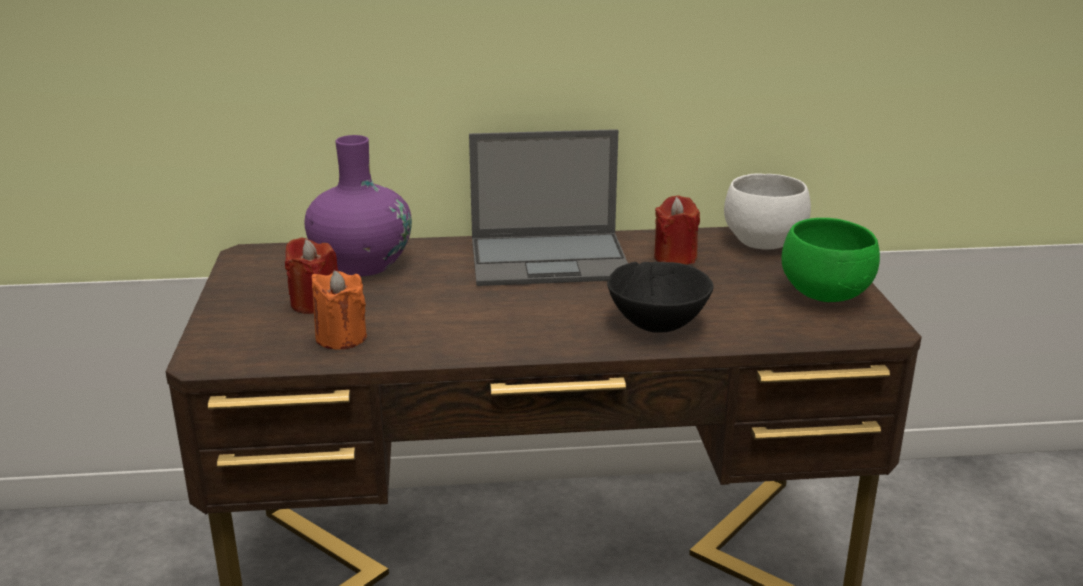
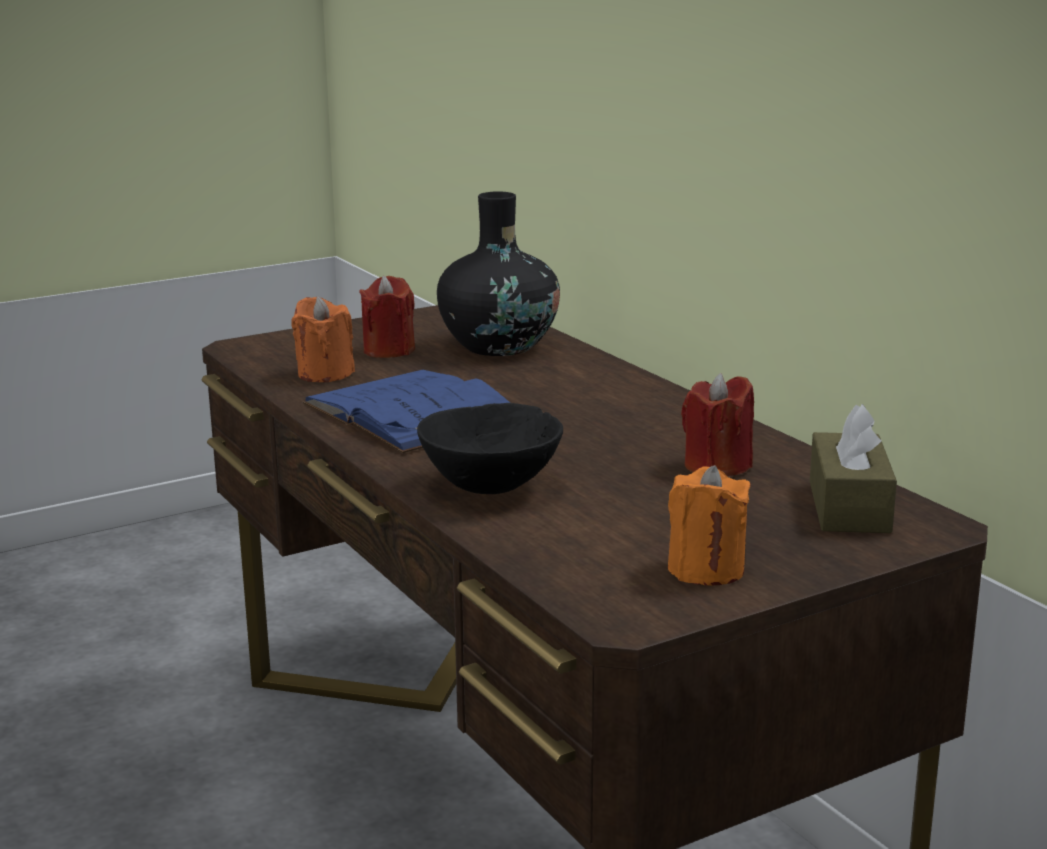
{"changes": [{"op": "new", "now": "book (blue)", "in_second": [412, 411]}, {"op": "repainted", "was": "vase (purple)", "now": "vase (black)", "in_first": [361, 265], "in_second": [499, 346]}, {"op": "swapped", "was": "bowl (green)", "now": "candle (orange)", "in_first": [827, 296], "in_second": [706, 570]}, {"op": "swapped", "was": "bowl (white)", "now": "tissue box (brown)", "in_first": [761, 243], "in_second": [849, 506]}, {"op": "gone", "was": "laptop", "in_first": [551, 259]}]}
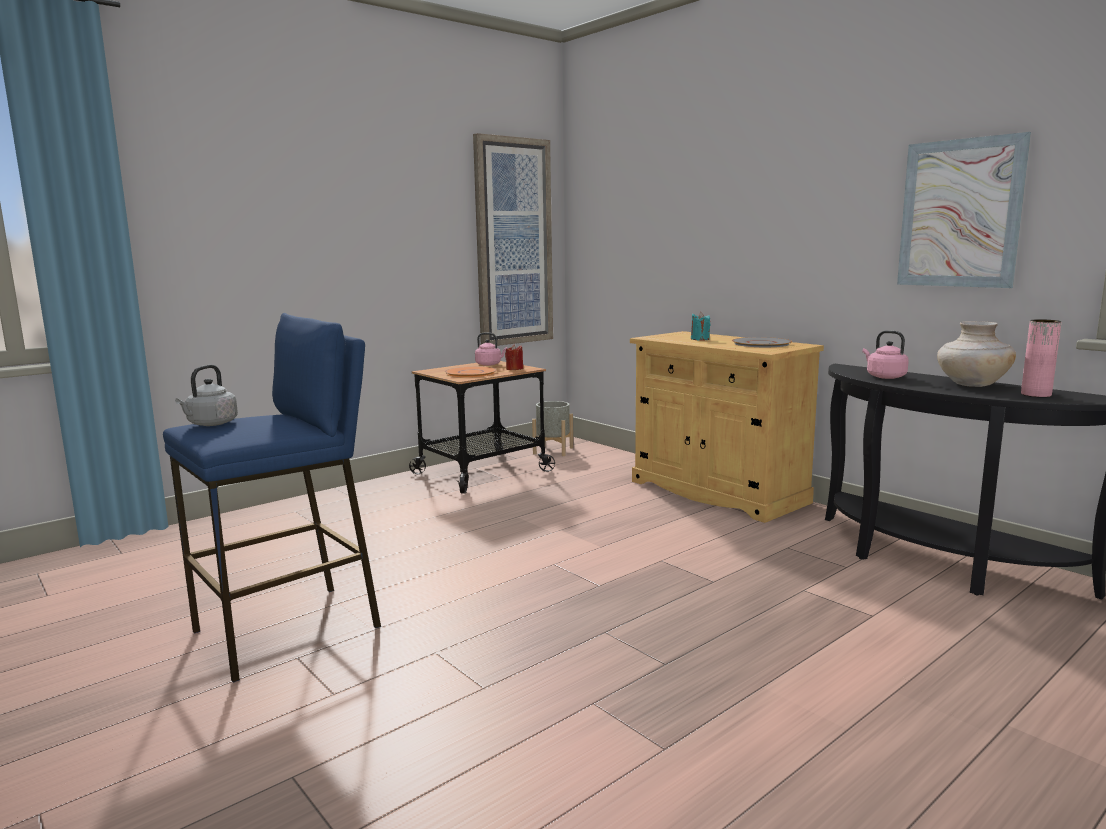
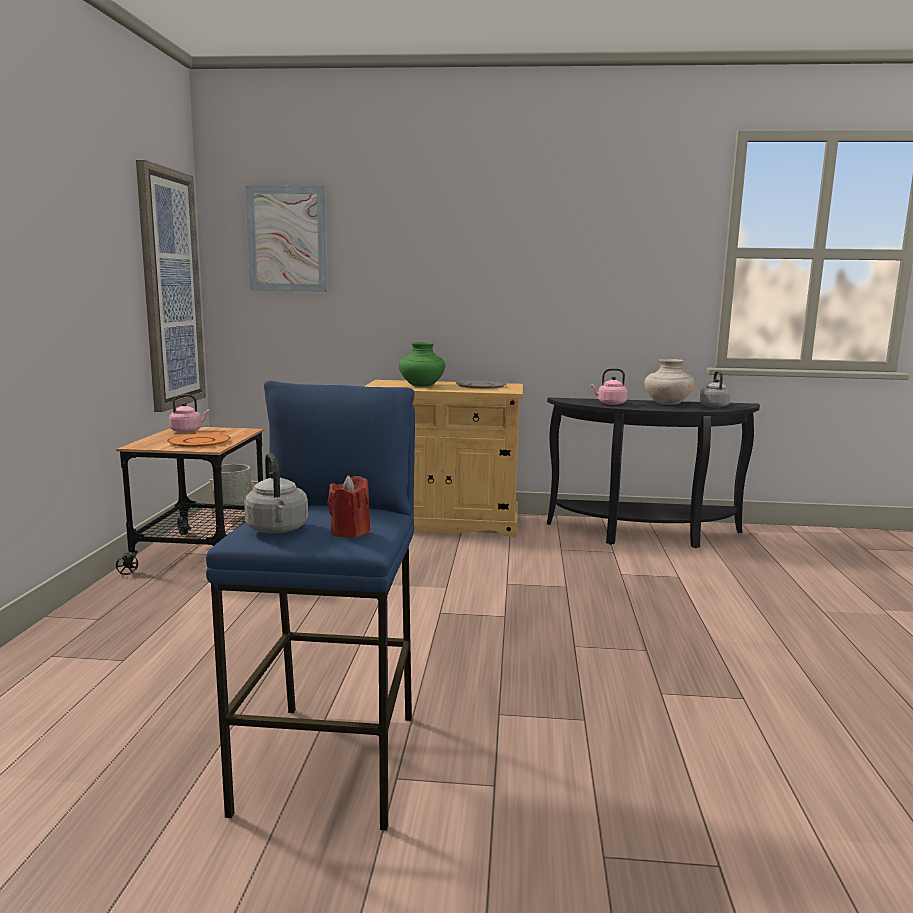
{"changes": [{"op": "shifted", "was": "picture", "in_first": [960, 213], "in_second": [287, 239]}, {"op": "shifted", "was": "candle (red)", "in_first": [514, 369], "in_second": [350, 532]}, {"op": "swapped", "was": "candle (turquoise)", "now": "vase (green)", "in_first": [700, 339], "in_second": [421, 385]}, {"op": "swapped", "was": "vase (pink)", "now": "kettle (grey)", "in_first": [1036, 395], "in_second": [713, 406]}]}
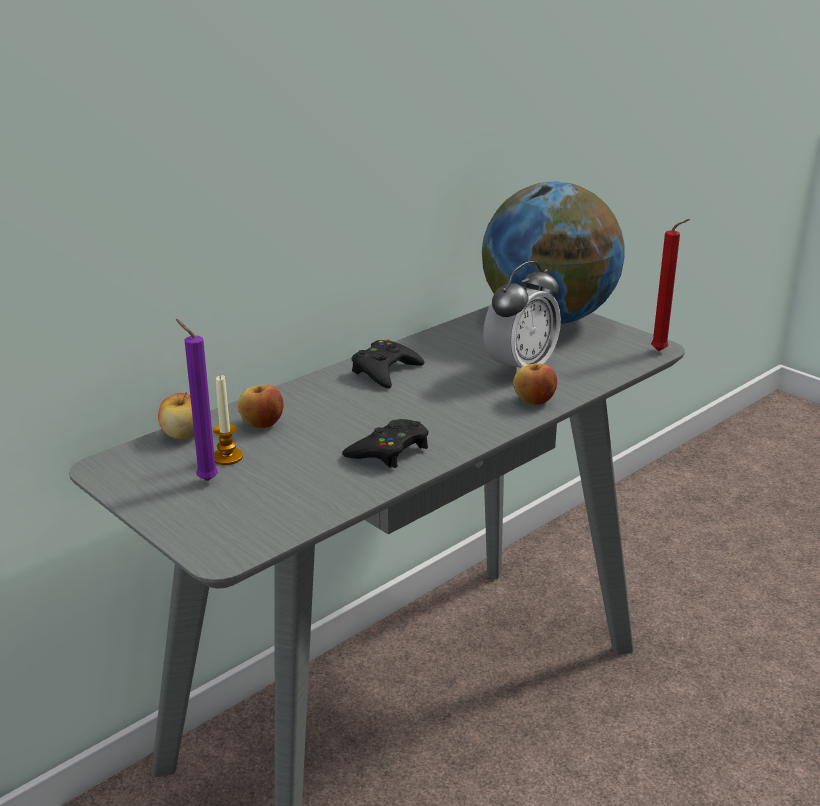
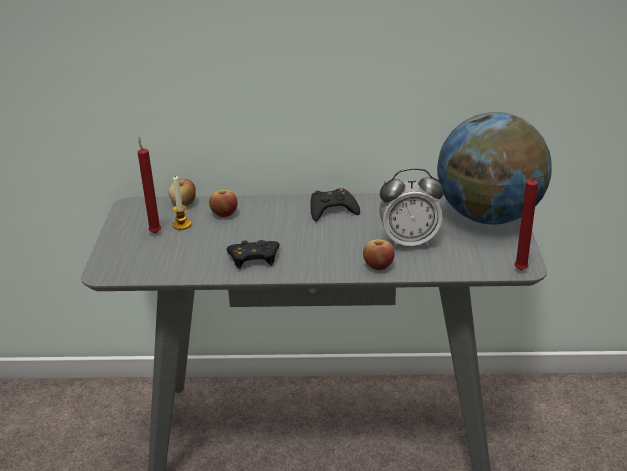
{"changes": [{"op": "repainted", "was": "candle (purple)", "now": "candle (red)", "in_first": [205, 479], "in_second": [155, 232]}]}
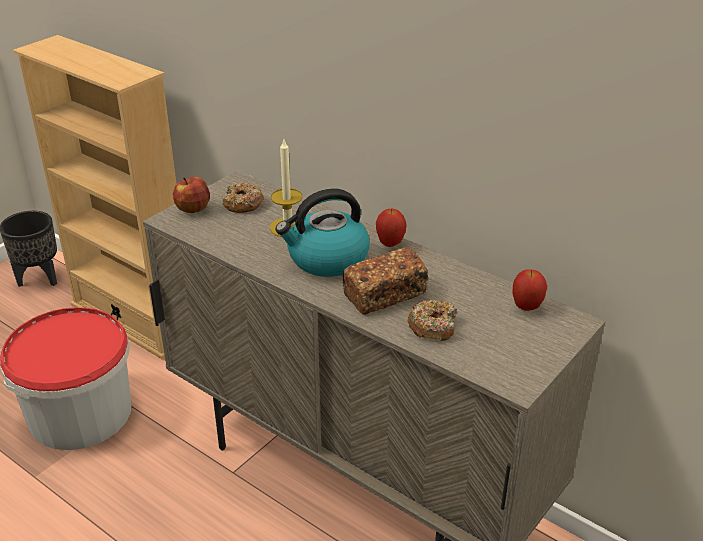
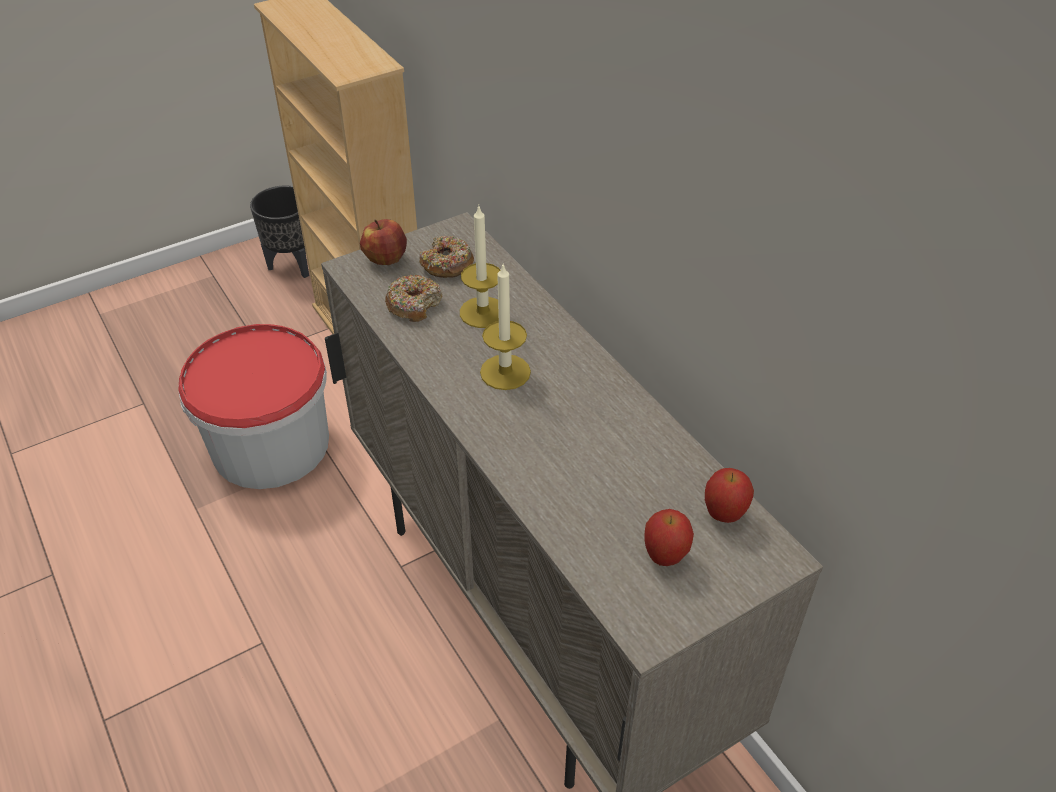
{"changes": [{"op": "shifted", "was": "donut", "in_first": [433, 326], "in_second": [414, 305]}, {"op": "swapped", "was": "kettle", "now": "candle", "in_first": [327, 259], "in_second": [505, 372]}, {"op": "shifted", "was": "apple", "in_first": [390, 244], "in_second": [665, 556]}, {"op": "gone", "was": "bread", "in_first": [384, 295]}]}
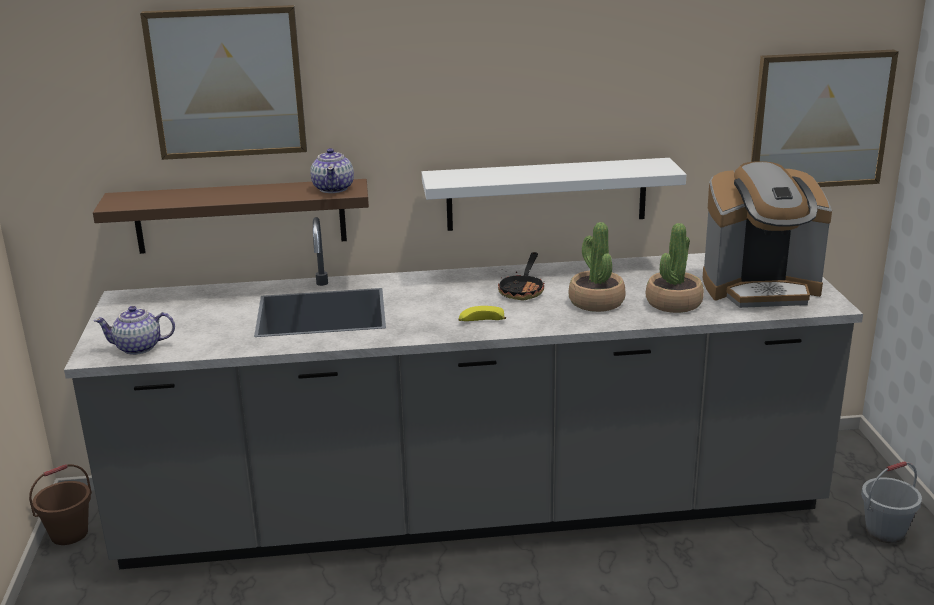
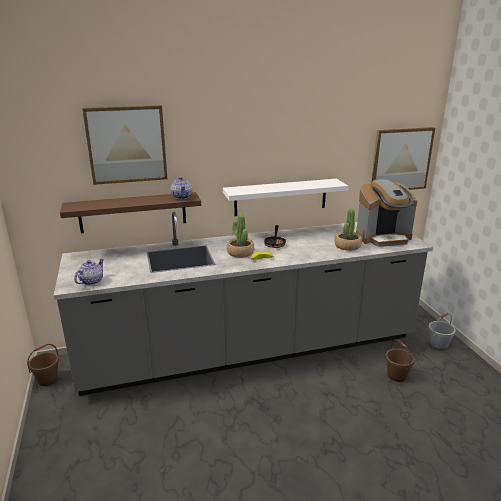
{"changes": [{"op": "rotated", "was": "teapot", "in_first": [139, 347], "in_second": [91, 281], "clockwise": 135}, {"op": "shifted", "was": "potted plant", "in_first": [596, 302], "in_second": [240, 253]}, {"op": "new", "now": "bucket (brown)", "in_second": [397, 375]}]}
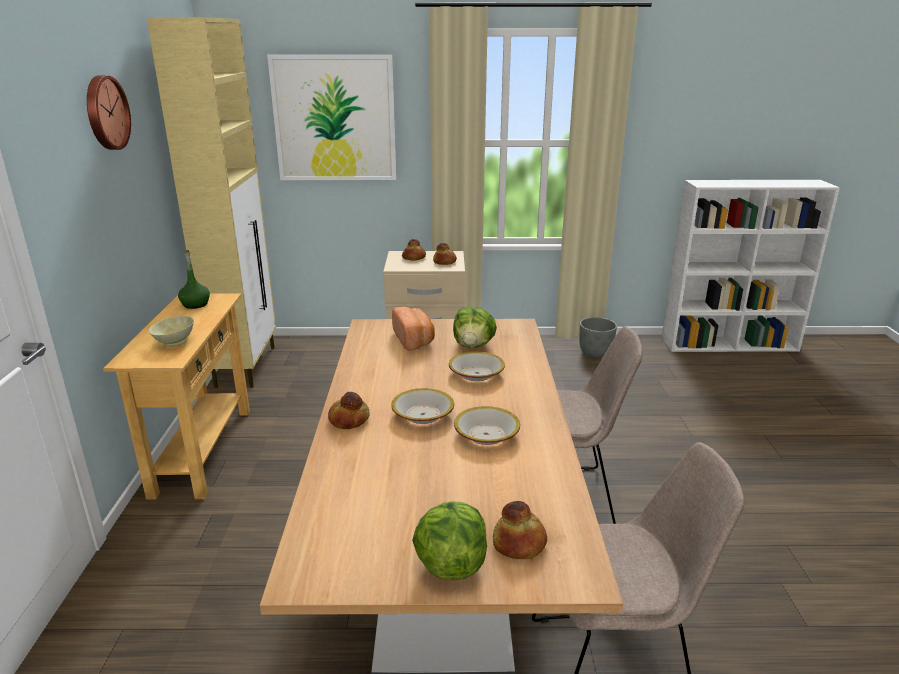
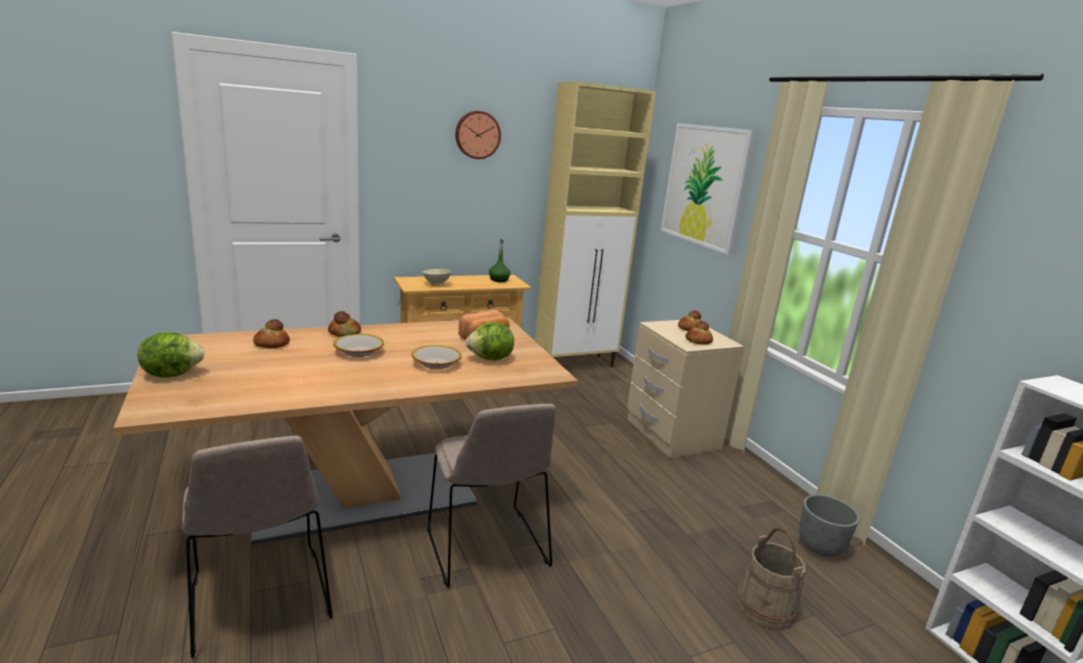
{"changes": [{"op": "shifted", "was": "bread", "in_first": [520, 543], "in_second": [271, 344]}, {"op": "new", "now": "bucket (beige)", "in_second": [765, 608]}, {"op": "gone", "was": "bowl", "in_first": [486, 434]}]}
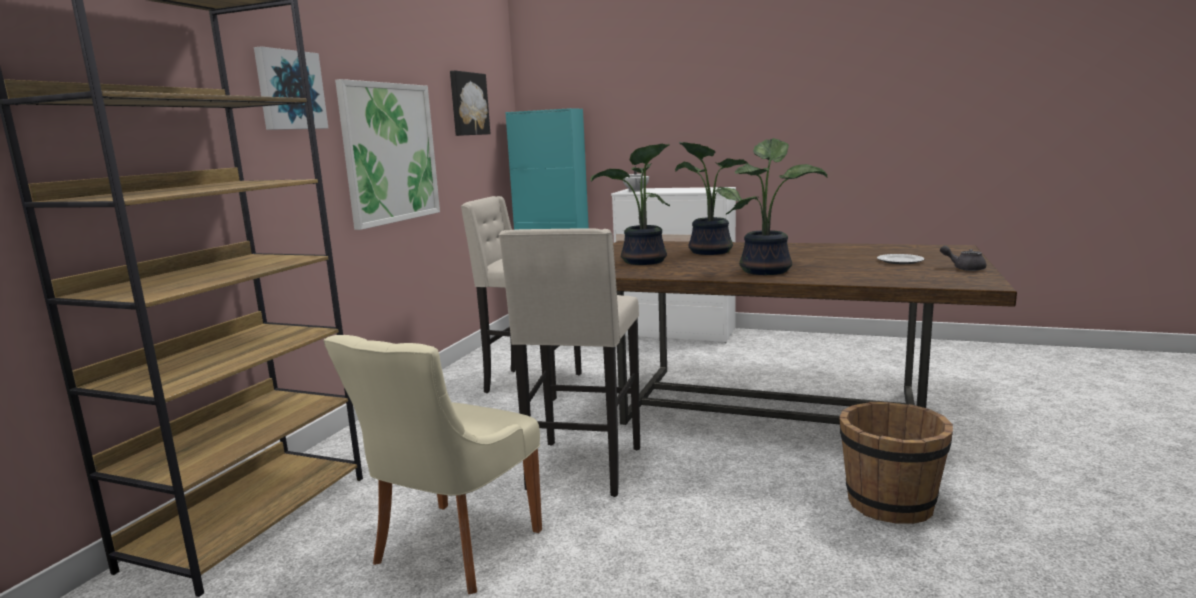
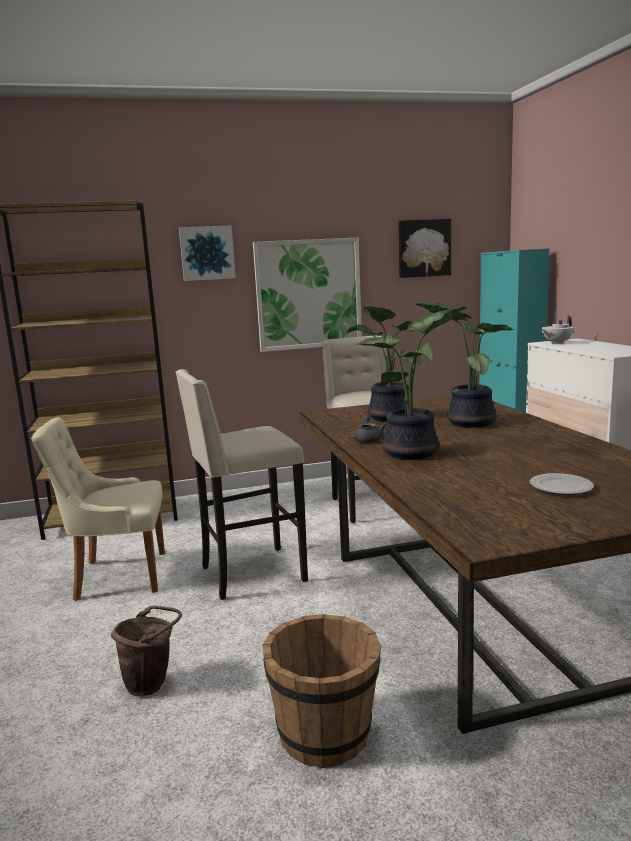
{"changes": [{"op": "new", "now": "bucket (brown)", "in_second": [152, 683]}, {"op": "shifted", "was": "teapot (grey)", "in_first": [964, 268], "in_second": [368, 439]}]}
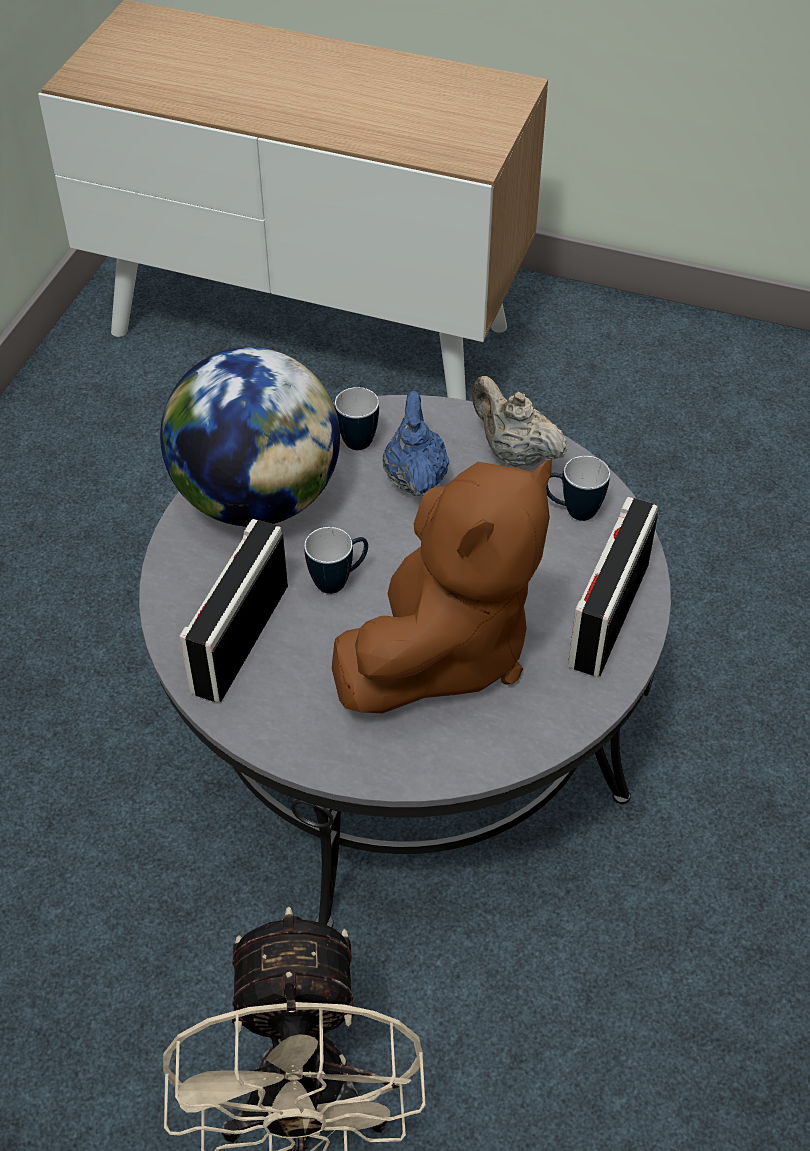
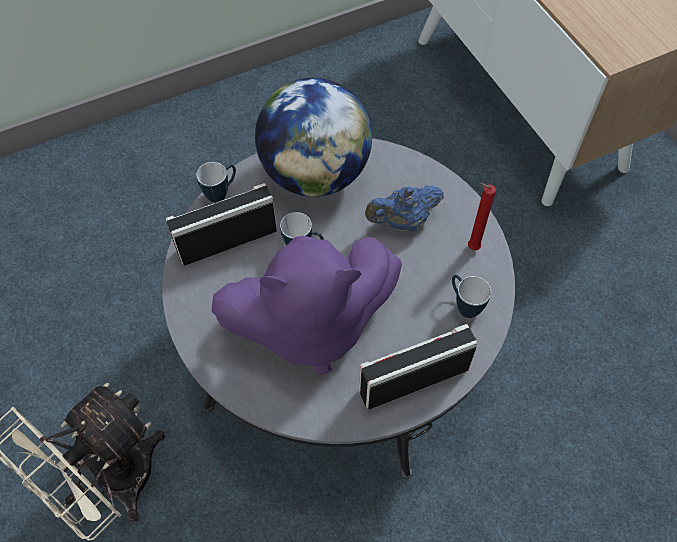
{"changes": [{"op": "shifted", "was": "mug", "in_first": [358, 436], "in_second": [221, 193]}, {"op": "repainted", "was": "plush toy (brown)", "now": "plush toy (purple)", "in_first": [443, 649], "in_second": [310, 325]}, {"op": "rotated", "was": "teapot (blue)", "in_first": [415, 478], "in_second": [403, 221], "clockwise": -150}, {"op": "swapped", "was": "teapot (beige)", "now": "candle (red)", "in_first": [514, 453], "in_second": [471, 247]}]}
